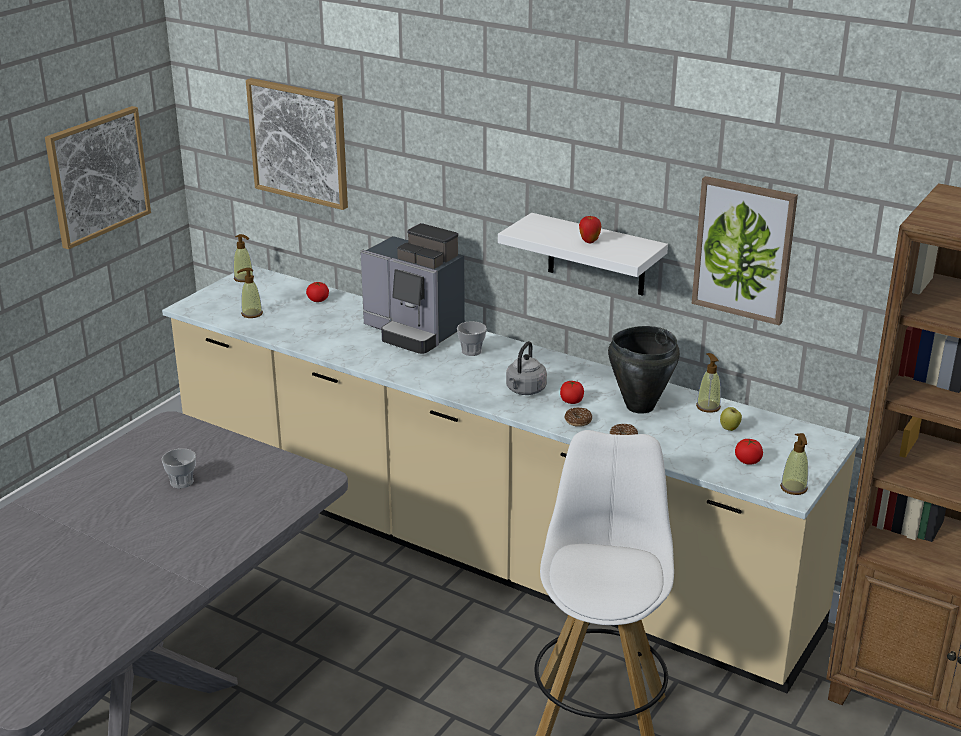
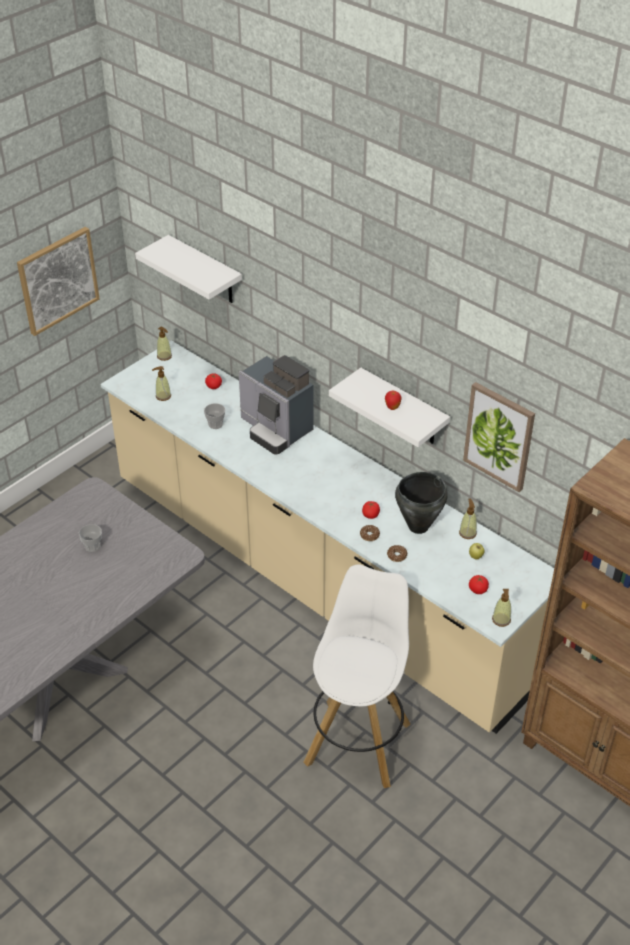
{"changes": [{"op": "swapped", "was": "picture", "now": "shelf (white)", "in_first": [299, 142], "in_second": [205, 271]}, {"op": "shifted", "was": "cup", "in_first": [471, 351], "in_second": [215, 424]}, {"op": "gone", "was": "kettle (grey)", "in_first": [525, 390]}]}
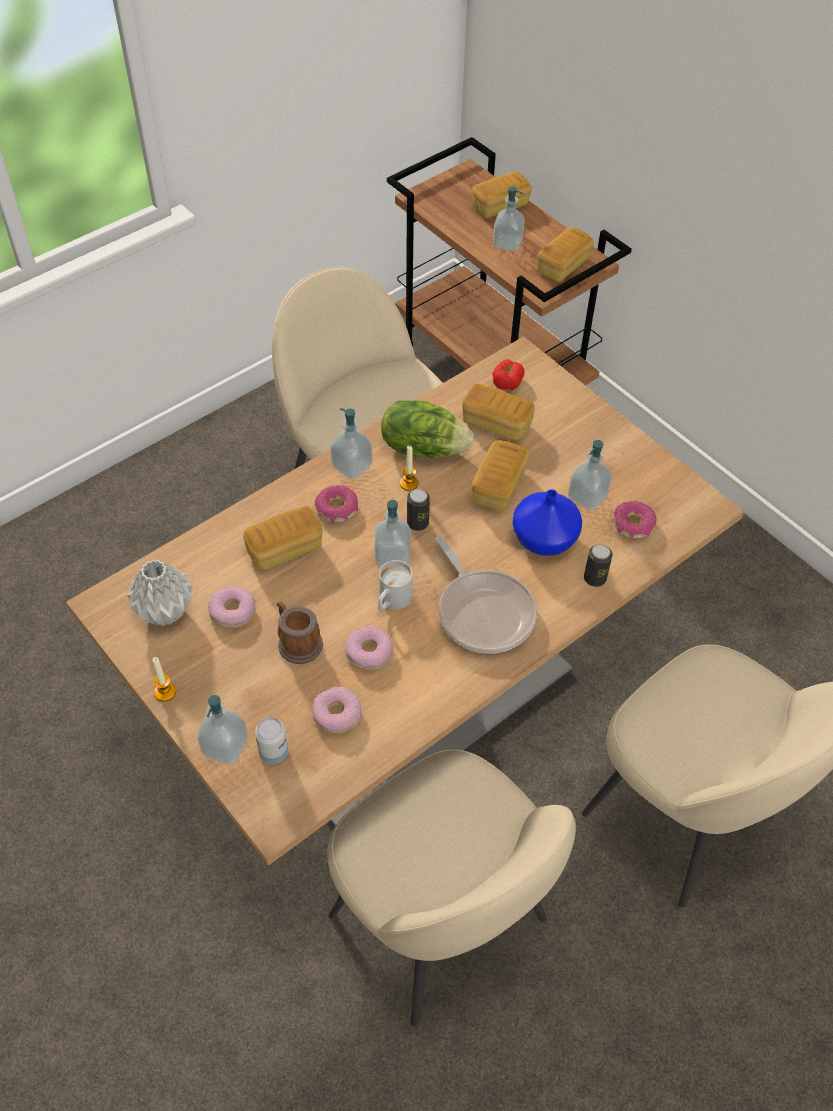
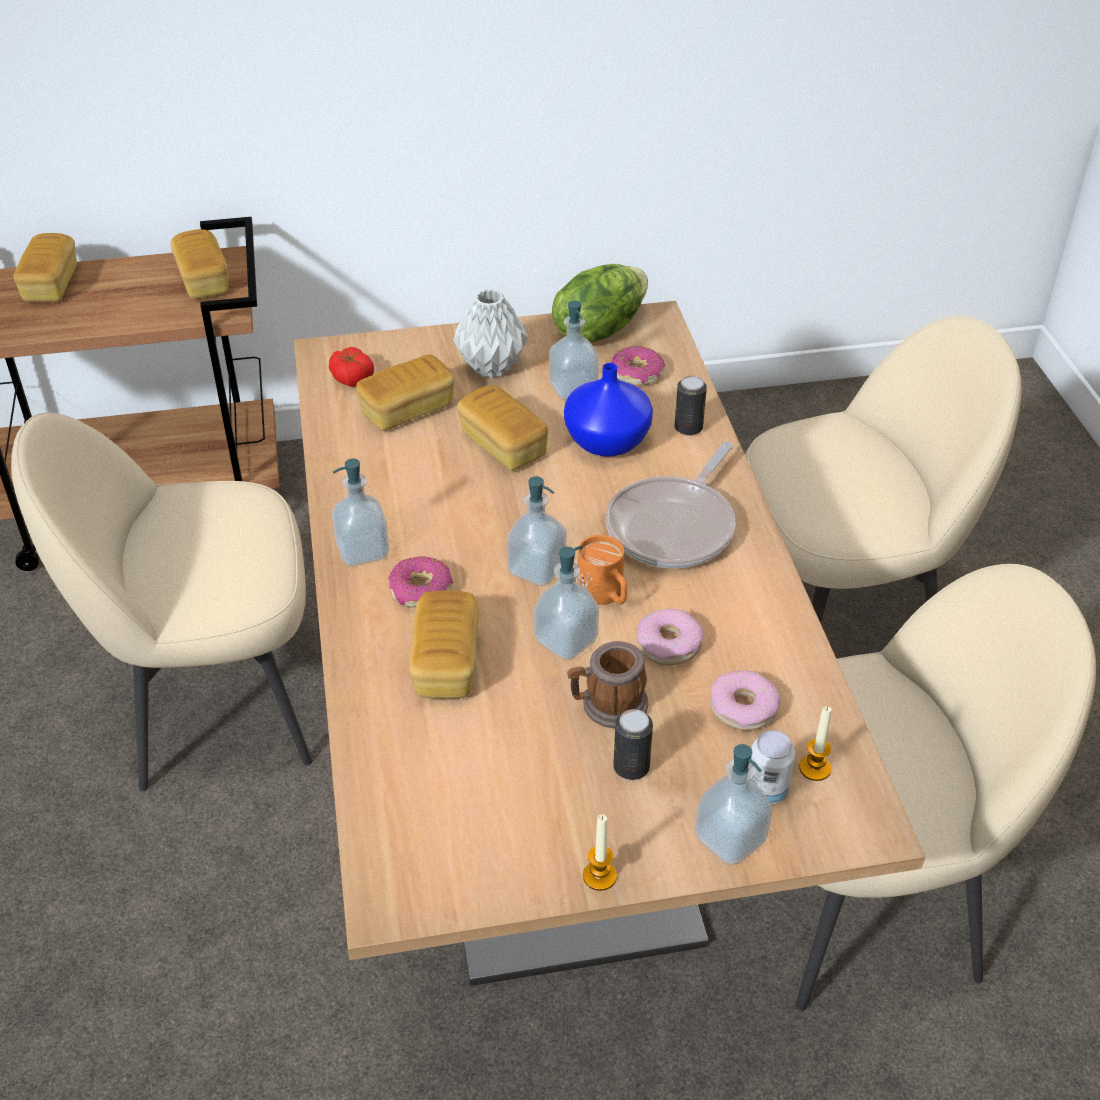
{"changes": [{"op": "shifted", "was": "vase (grey)", "in_first": [164, 611], "in_second": [490, 367]}, {"op": "shifted", "was": "soap dispenser", "in_first": [507, 243], "in_second": [566, 640]}, {"op": "shifted", "was": "lettuce", "in_first": [423, 447], "in_second": [599, 329]}, {"op": "repainted", "was": "mug (white)", "now": "mug (orange)", "in_first": [391, 601], "in_second": [605, 596]}, {"op": "rotated", "was": "frying pan", "in_first": [483, 611], "in_second": [674, 526], "clockwise": 120}, {"op": "shifted", "was": "can", "in_first": [417, 523], "in_second": [631, 767]}, {"op": "shifted", "was": "candle", "in_first": [409, 483], "in_second": [815, 768]}, {"op": "gone", "was": "donut", "in_first": [232, 612]}]}
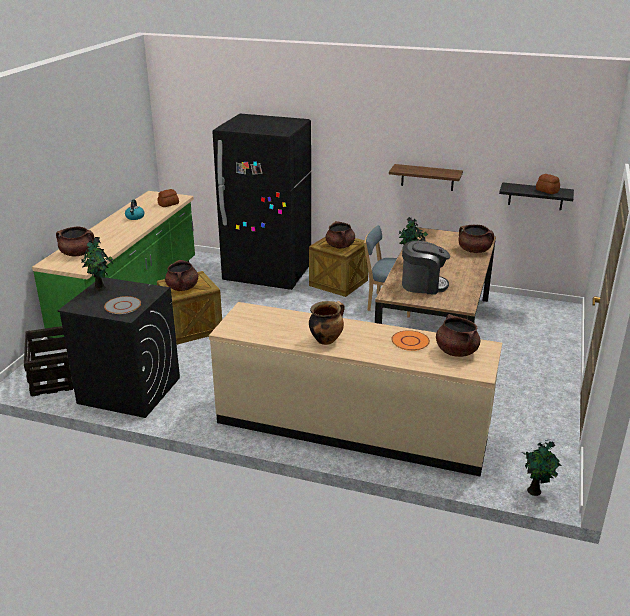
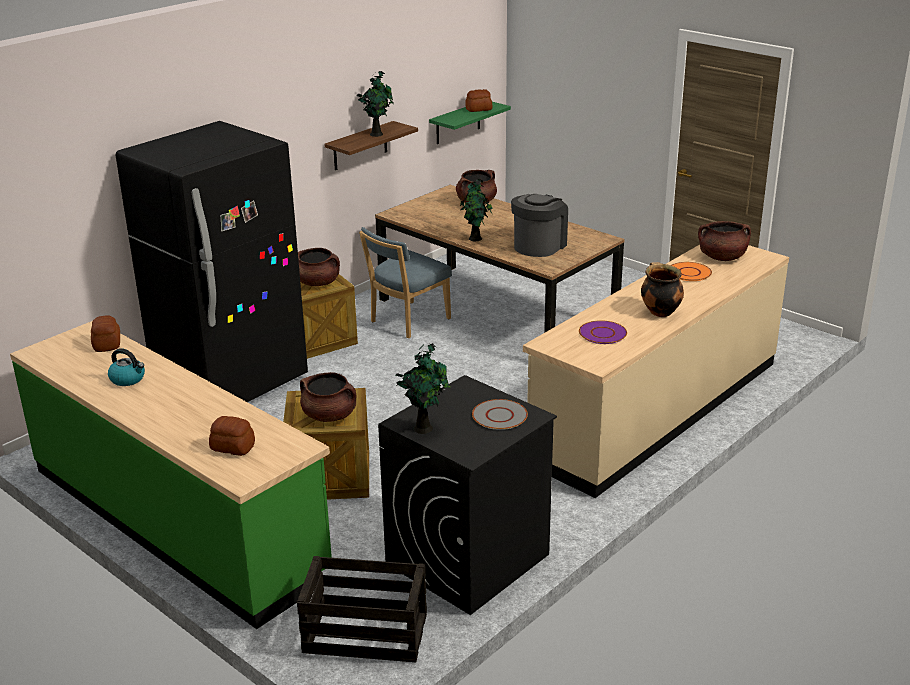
{"changes": [{"op": "swapped", "was": "cooking pot (brown)", "now": "bread", "in_first": [78, 254], "in_second": [232, 447]}, {"op": "shifted", "was": "potted plant", "in_first": [535, 491], "in_second": [377, 134]}, {"op": "repainted", "was": "shelf (black)", "now": "shelf (green)", "in_first": [536, 196], "in_second": [458, 122]}, {"op": "new", "now": "plate (purple)", "in_second": [603, 333]}]}
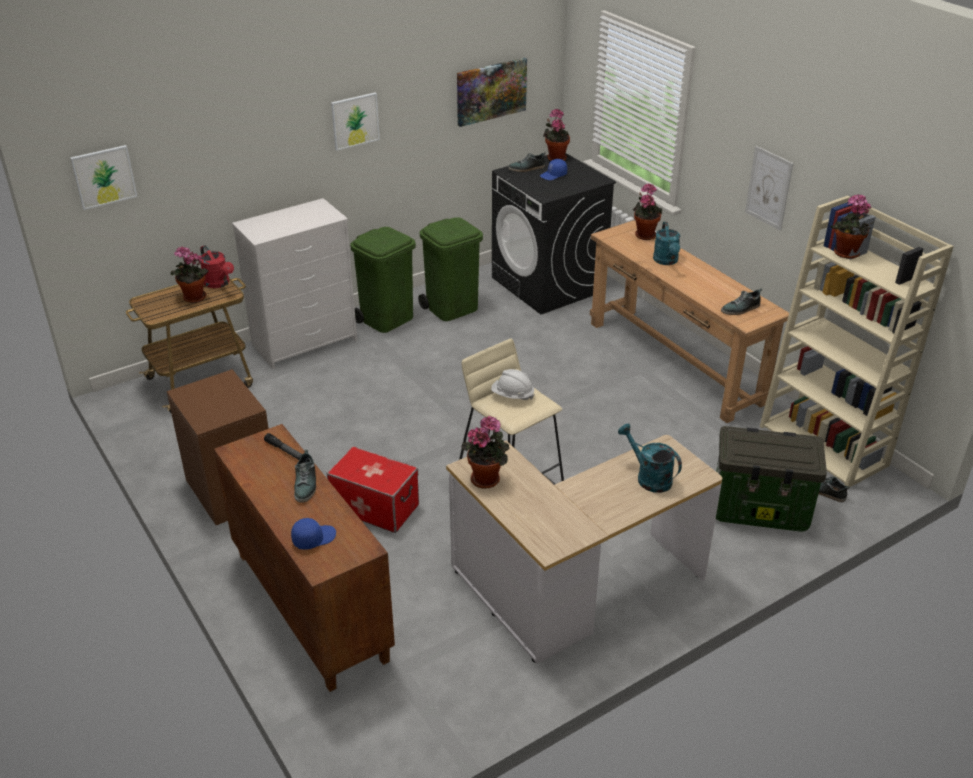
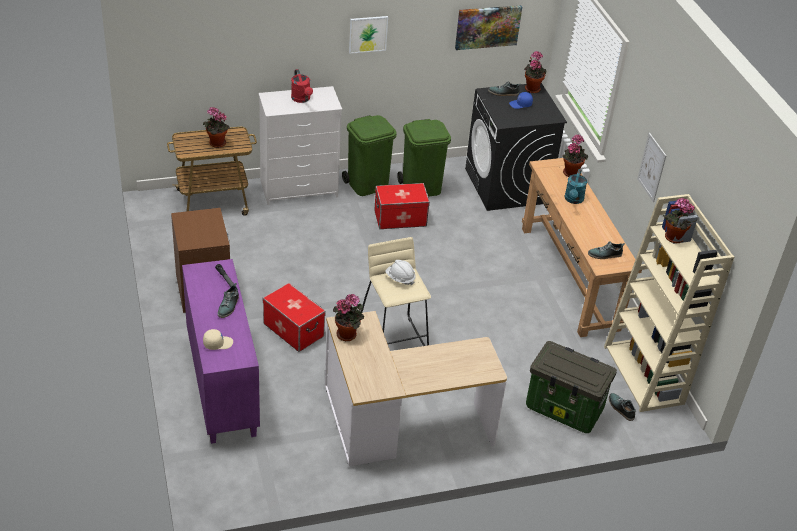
{"changes": [{"op": "repainted", "was": "cabinet (brown)", "now": "cabinet (purple)", "in_first": [309, 606], "in_second": [221, 385]}, {"op": "repainted", "was": "cap (blue)", "now": "cap (beige)", "in_first": [313, 538], "in_second": [218, 343]}, {"op": "shifted", "was": "watering can (red)", "in_first": [219, 283], "in_second": [302, 99]}, {"op": "new", "now": "storage box", "in_second": [400, 218]}, {"op": "gone", "was": "picture", "in_first": [104, 177]}, {"op": "gone", "was": "watering can (turquoise)", "in_first": [648, 477]}]}
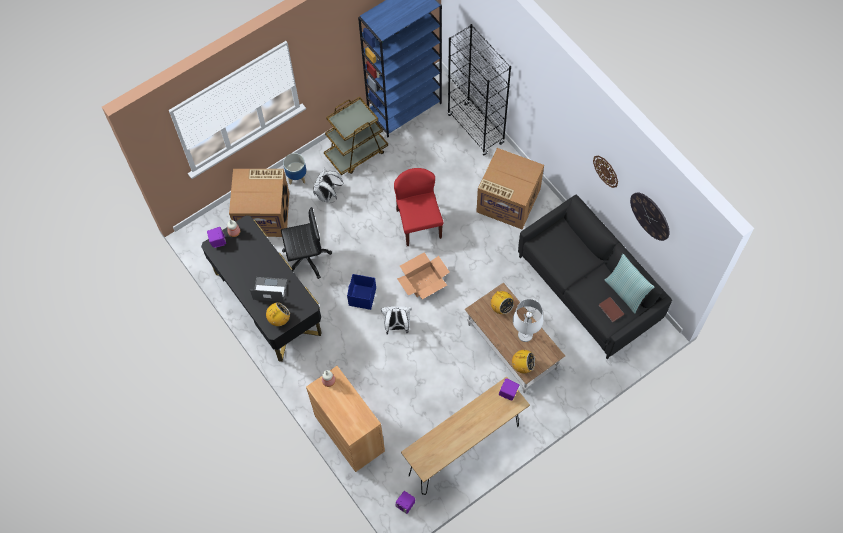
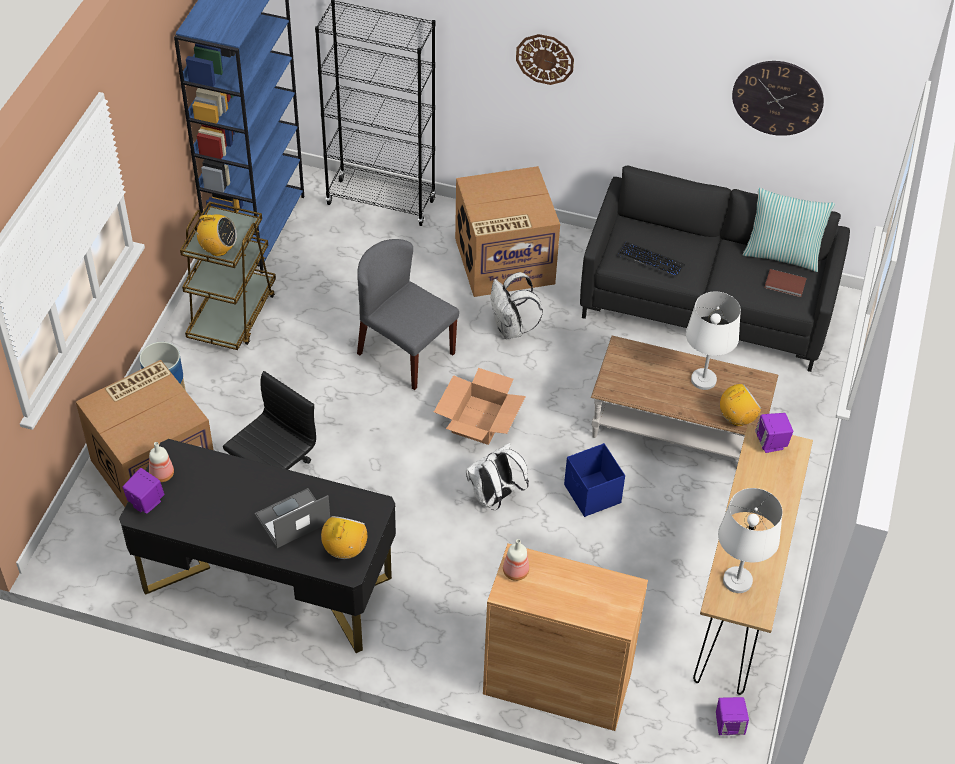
{"changes": [{"op": "shifted", "was": "radio", "in_first": [501, 307], "in_second": [218, 249]}, {"op": "repainted", "was": "chair (red)", "now": "chair (grey)", "in_first": [418, 223], "in_second": [405, 353]}, {"op": "shifted", "was": "backpack (white)", "in_first": [327, 195], "in_second": [511, 329]}, {"op": "shifted", "was": "wall clock", "in_first": [606, 171], "in_second": [545, 58]}, {"op": "shifted", "was": "storage box (blue)", "in_first": [362, 297], "in_second": [592, 495]}, {"op": "new", "now": "keyboard", "in_second": [651, 261]}, {"op": "new", "now": "table lamp (white)", "in_second": [737, 580]}]}
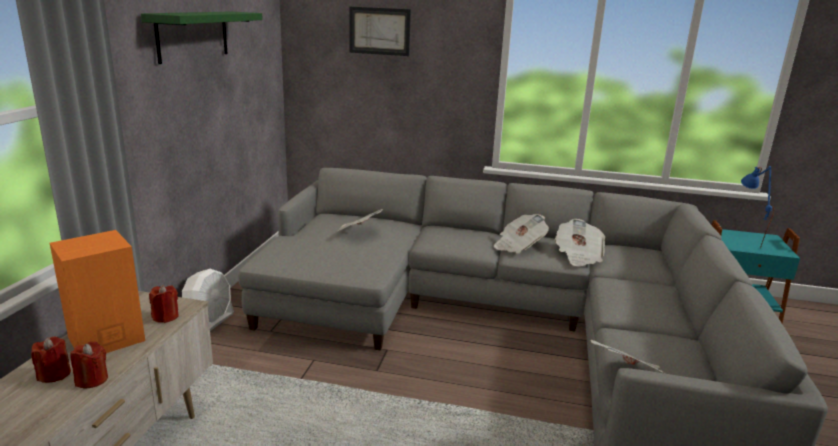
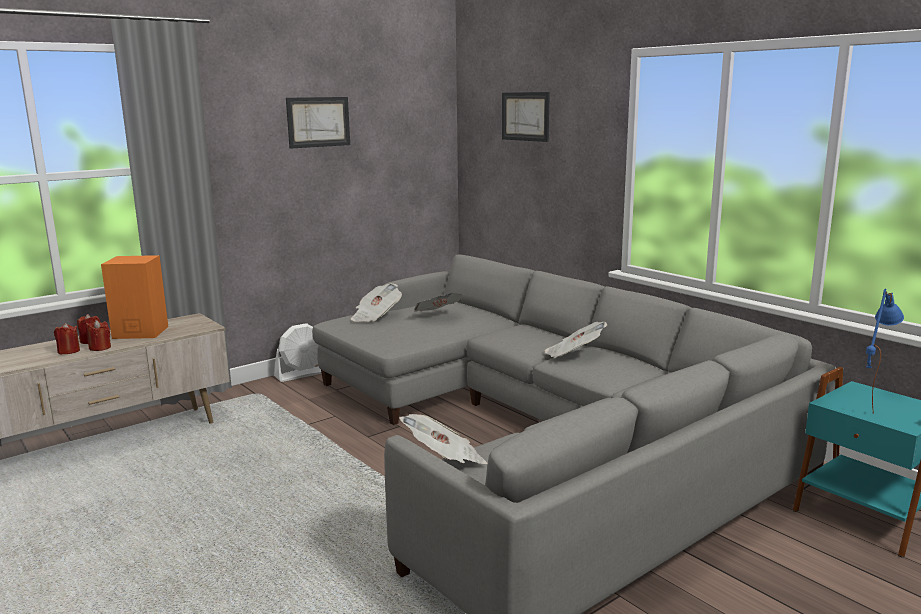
{"changes": [{"op": "shifted", "was": "candle (red)", "in_first": [165, 317], "in_second": [69, 351]}, {"op": "swapped", "was": "shelf (green)", "now": "picture", "in_first": [193, 35], "in_second": [318, 122]}, {"op": "shifted", "was": "newspaper", "in_first": [578, 256], "in_second": [376, 316]}]}
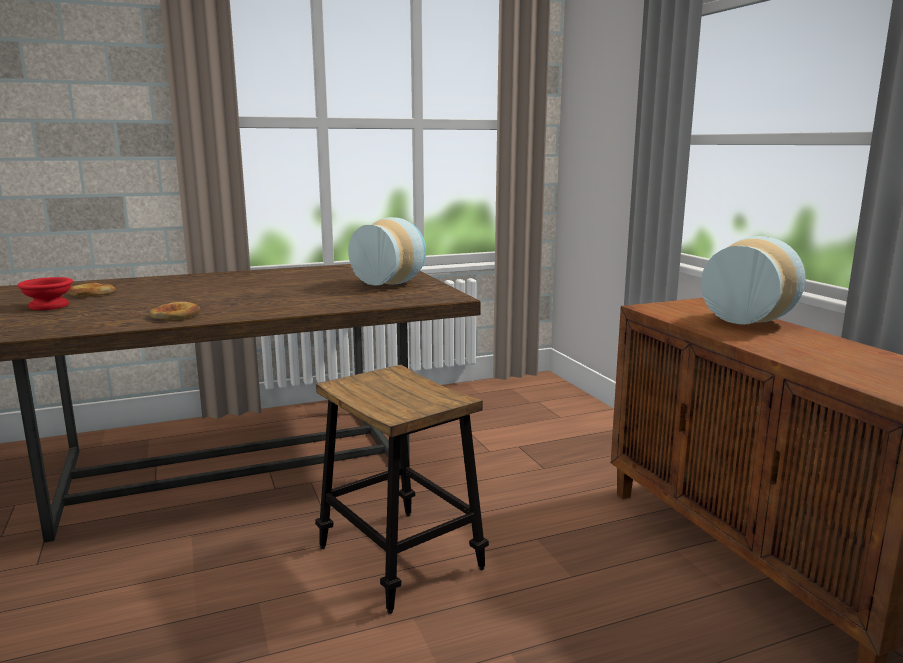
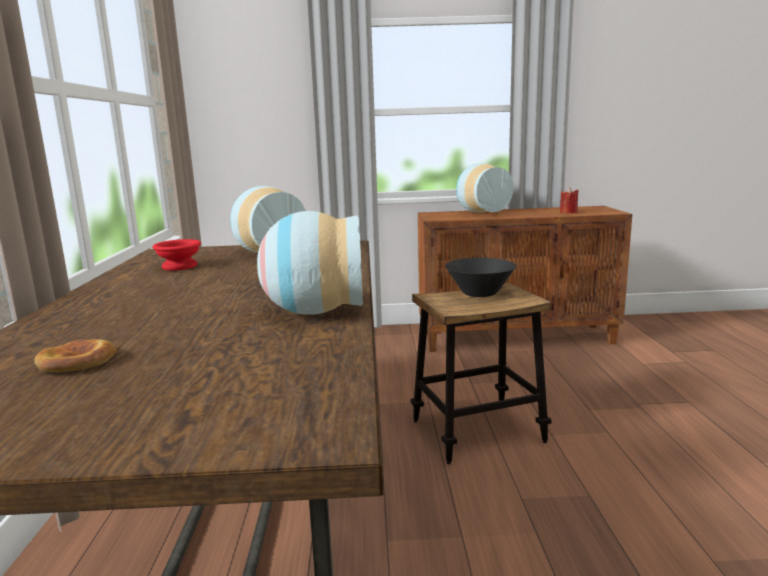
{"changes": [{"op": "shifted", "was": "bowl (red)", "in_first": [50, 306], "in_second": [179, 266]}, {"op": "swapped", "was": "bread", "now": "vase", "in_first": [175, 315], "in_second": [314, 311]}, {"op": "new", "now": "bowl (black)", "in_second": [479, 293]}, {"op": "new", "now": "candle (red)", "in_second": [568, 212]}]}
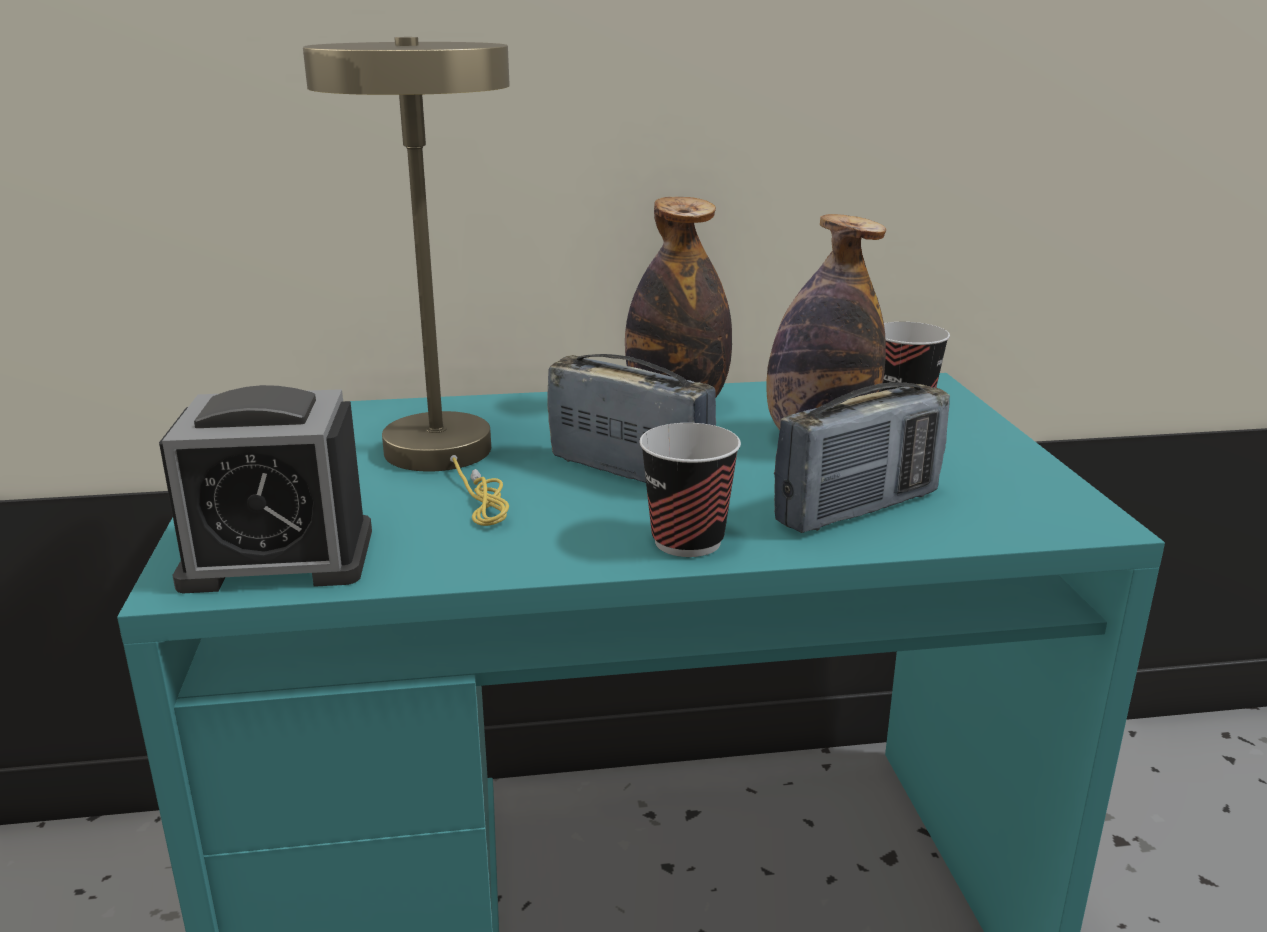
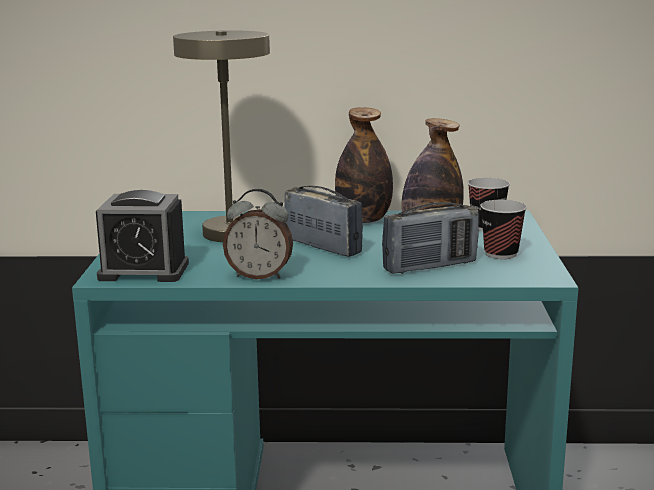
{"changes": [{"op": "new", "now": "alarm clock", "in_second": [259, 276]}, {"op": "shifted", "was": "cup", "in_first": [687, 541], "in_second": [501, 254]}]}
